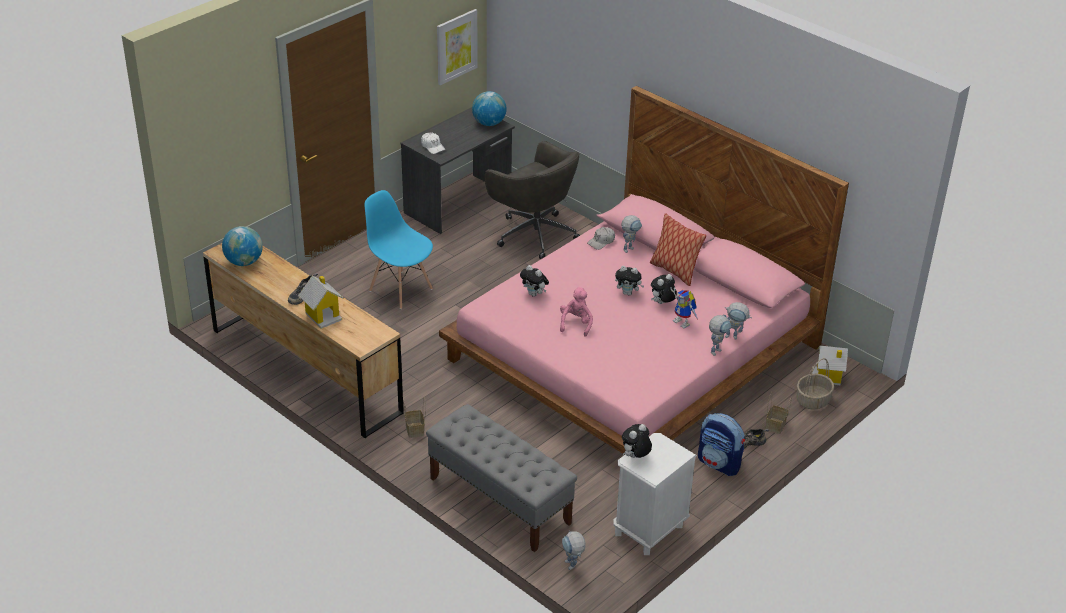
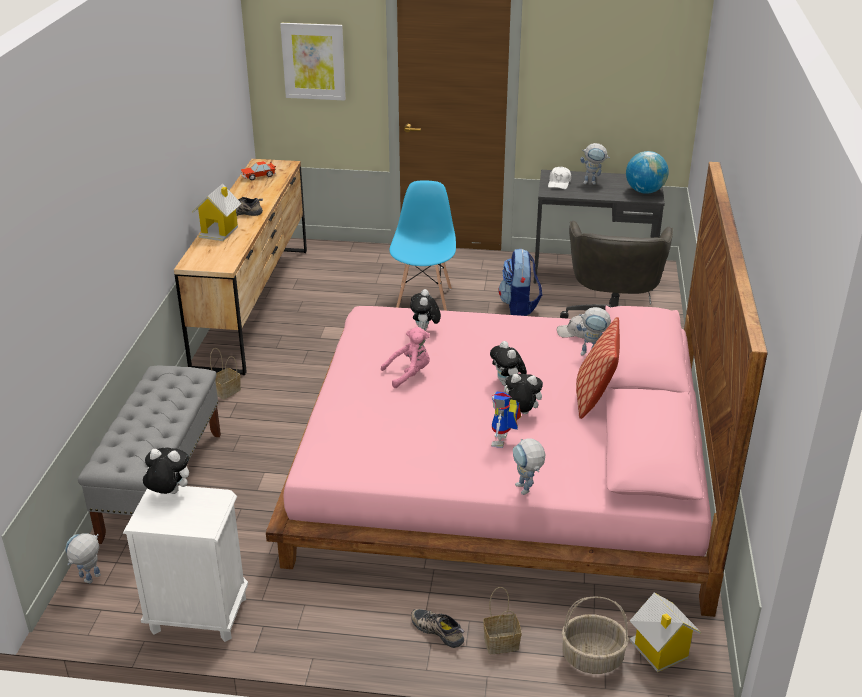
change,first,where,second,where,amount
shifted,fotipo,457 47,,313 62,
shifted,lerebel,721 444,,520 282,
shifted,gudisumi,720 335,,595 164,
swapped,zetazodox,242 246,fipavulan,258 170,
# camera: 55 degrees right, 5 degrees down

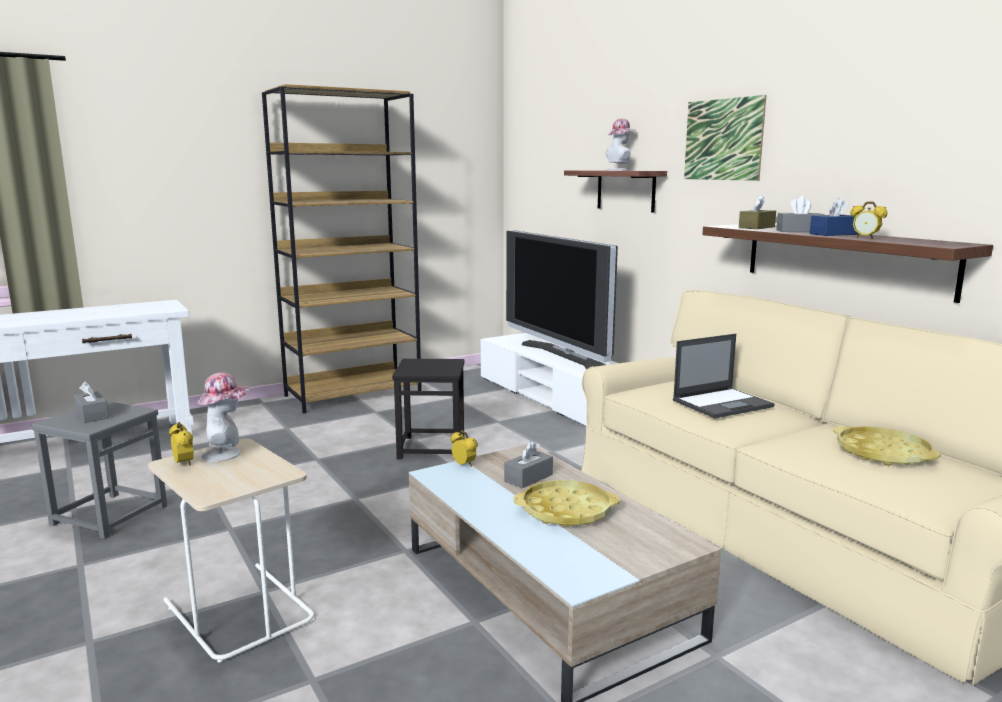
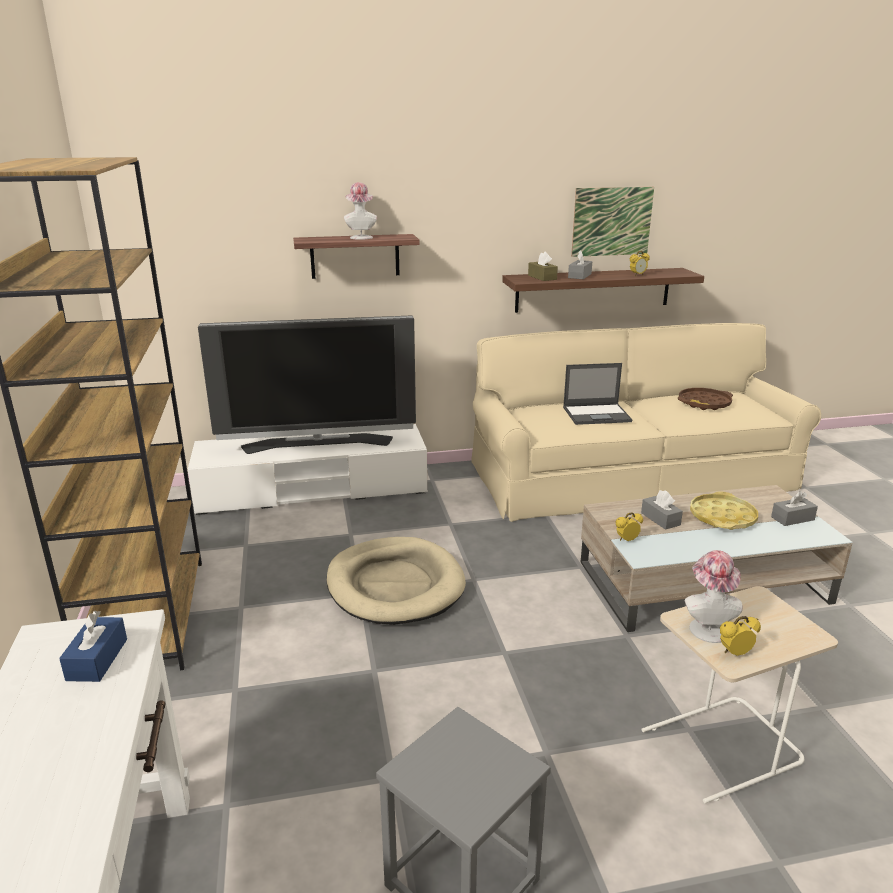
change,first,where,second,where,amount
shifted,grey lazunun,91 402,,794 508,
shifted,fotipo,725 138,,612 222,
shifted,blue lazunun,834 217,,93 646,
swapped,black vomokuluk,428 409,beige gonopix,396 581,
repainted,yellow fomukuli,887 446,brown fomukuli,705 399,
rotated,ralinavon,724 376,,597 394,90 degrees clockwise
# camera: 70 degrees left, 10 degrees up

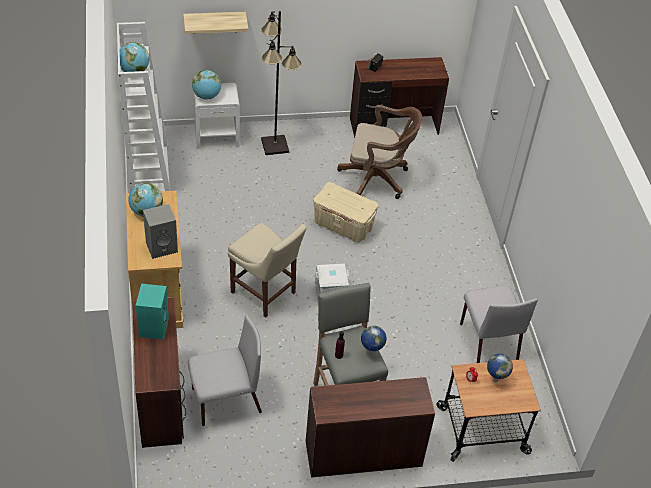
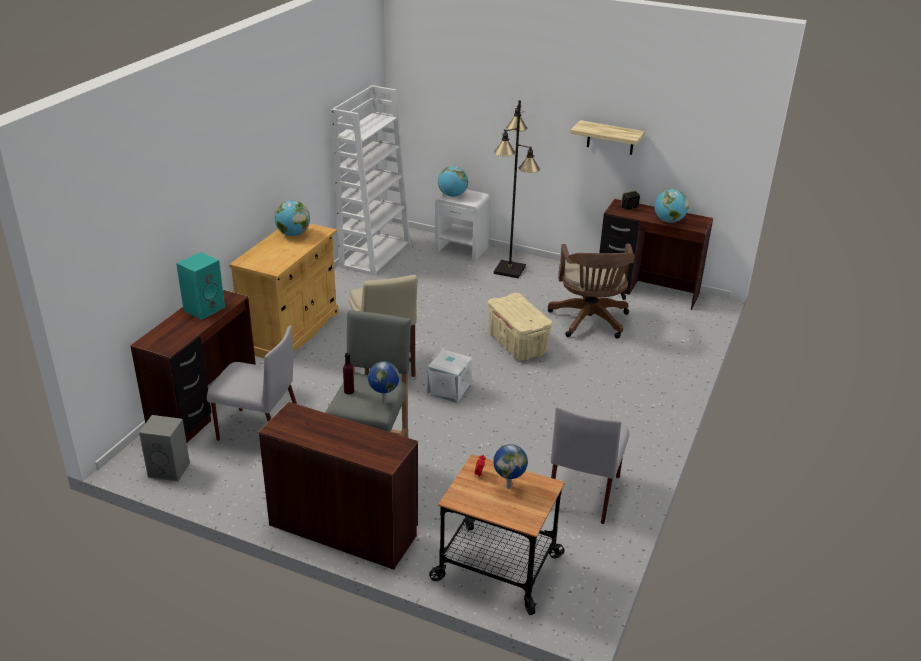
change,first,where,second,where,amount
shifted,zetazodox,133 57,,671 206,
shifted,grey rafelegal,160 231,,164 448,
shifted,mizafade,215 23,,607 137,
rotated,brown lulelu,379 152,,591 291,45 degrees clockwise
# camera: 35 degrees right, 15 degrees down

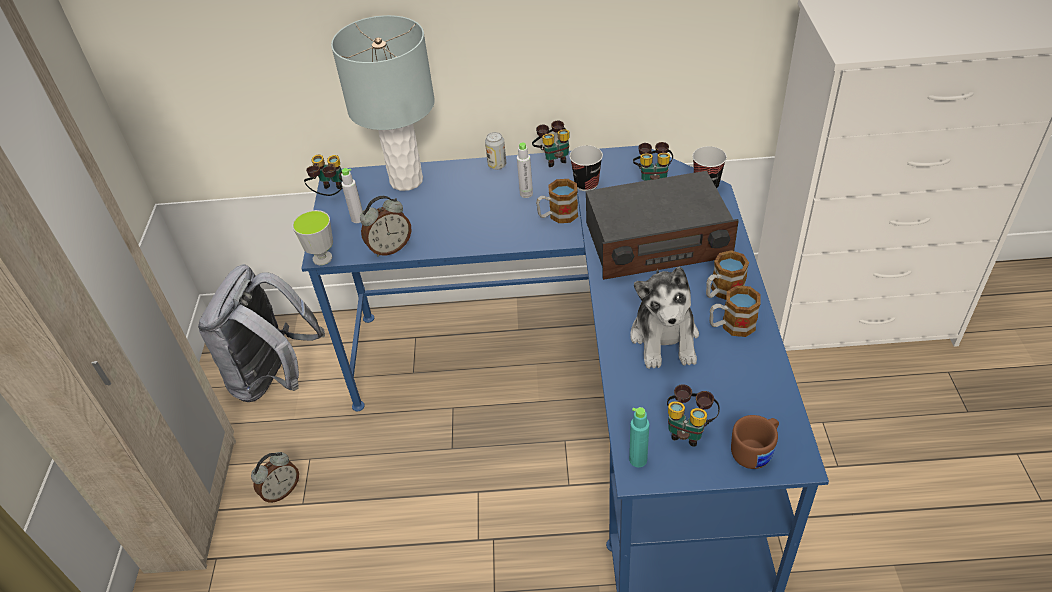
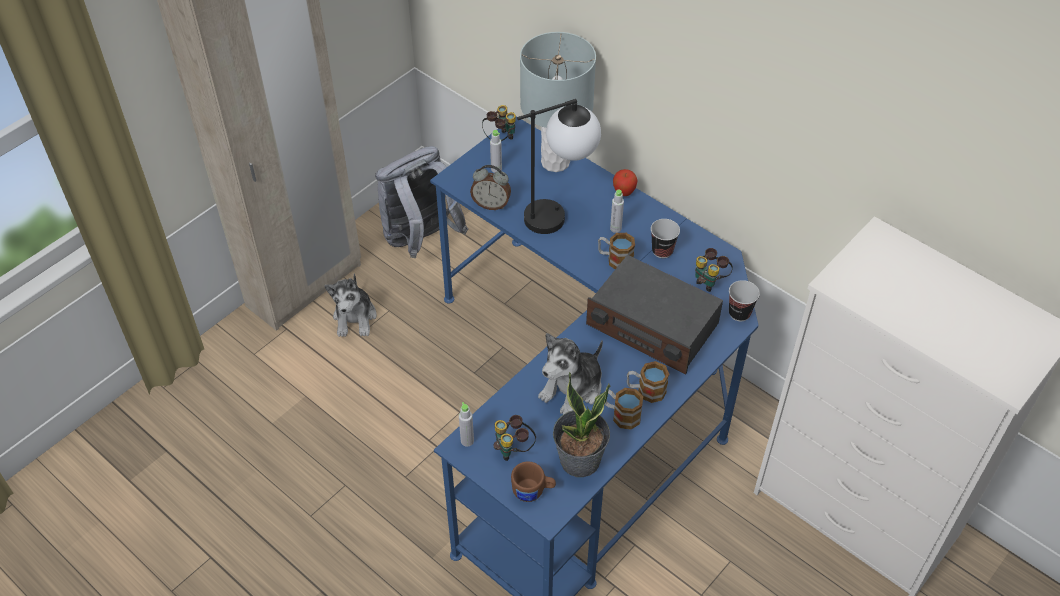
change,first,where,second,where,amount
gone,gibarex,312 237,,,
gone,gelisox,550 143,,,
new,,,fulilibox,559 166,
new,,,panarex,582 424,
swapped,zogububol,275 477,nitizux,350 305,
swapped,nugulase,495 151,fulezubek,625 182,
repainted,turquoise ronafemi,639 437,grey ronafemi,466 424,
# camera: 40 degrees right, 5 degrees up

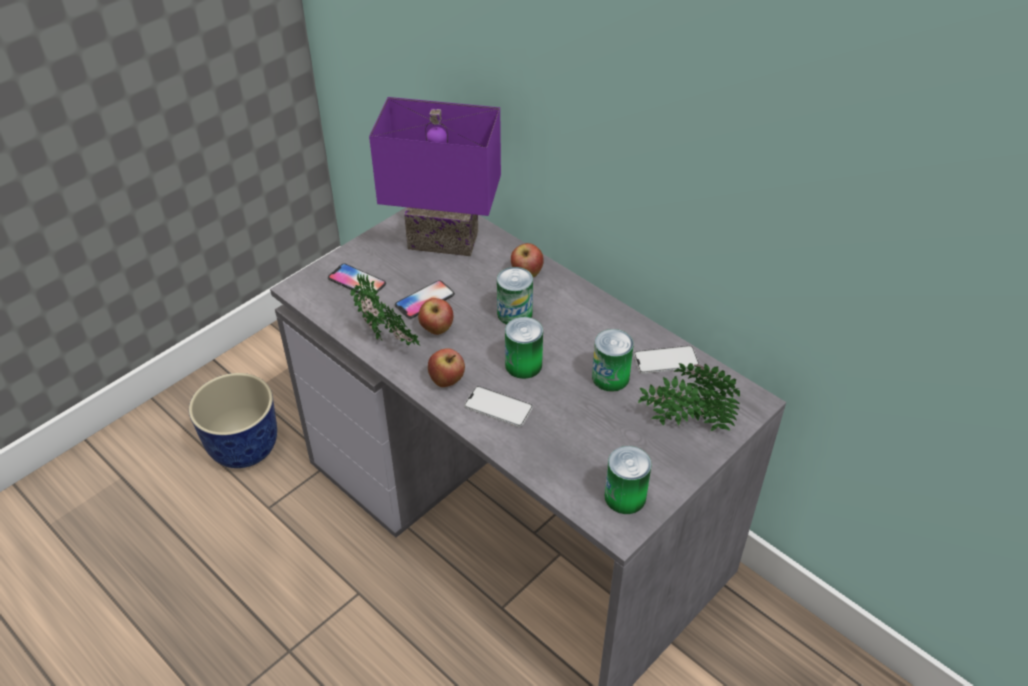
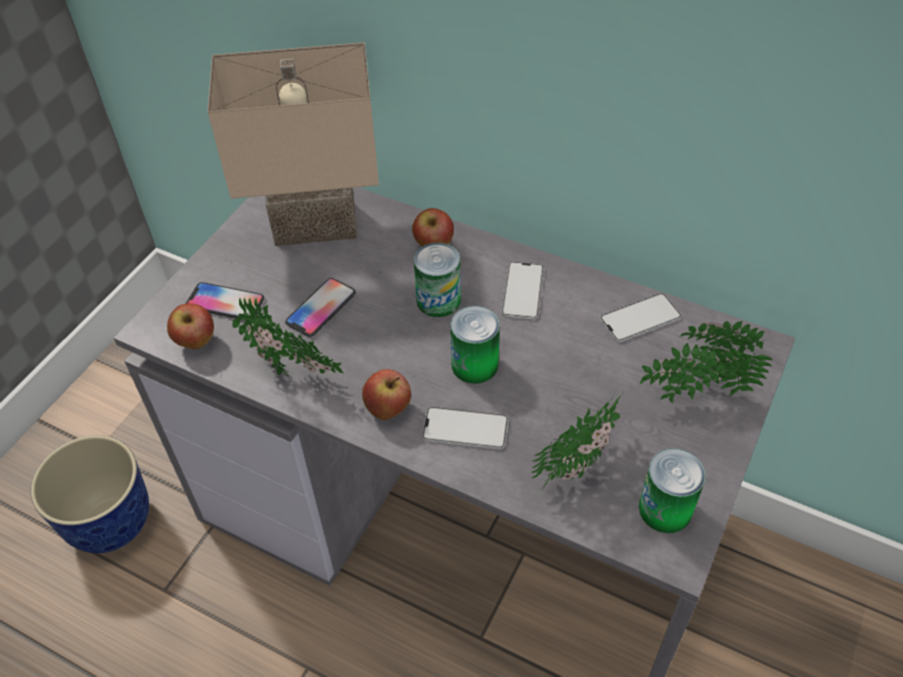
change,first,where,second,where,amount
gone,nugulase,612 360,,,
new,,,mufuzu,523 291,
new,,,panarex,576 442,
shifted,fulezubek,435 316,,190 326,
repainted,purple fulilibox,435 176,beige fulilibox,293 144,
# camera: 15 degrees left, 5 degrees up

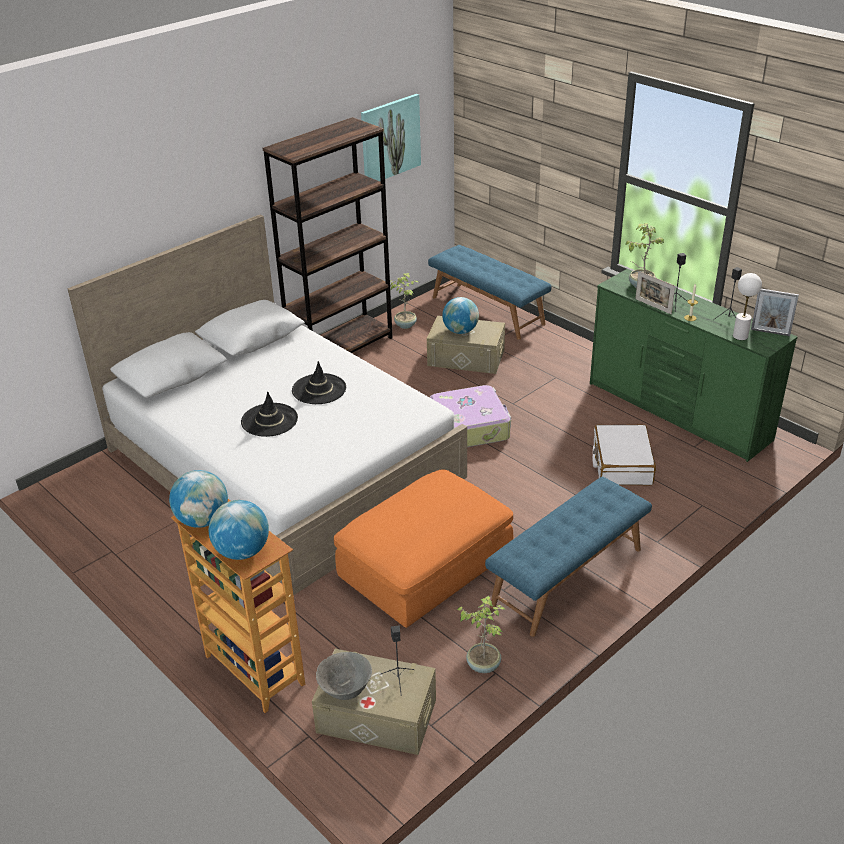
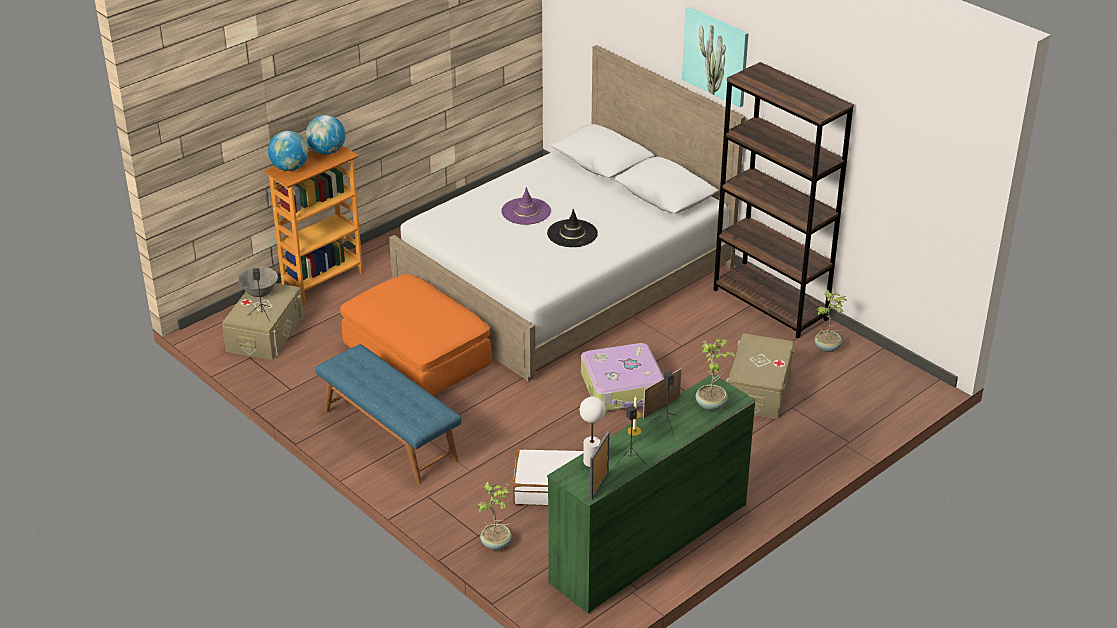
change,first,where,second,where,amount
gone,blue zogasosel,490 292,,,
gone,zetazodox,460 315,,,
shifted,fotipo,391 137,,715 57,
shifted,panarex,481 634,,494 516,
repainted,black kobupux,269 414,purple kobupux,526 206,
# camera: 90 degrees right, 0 degrees up

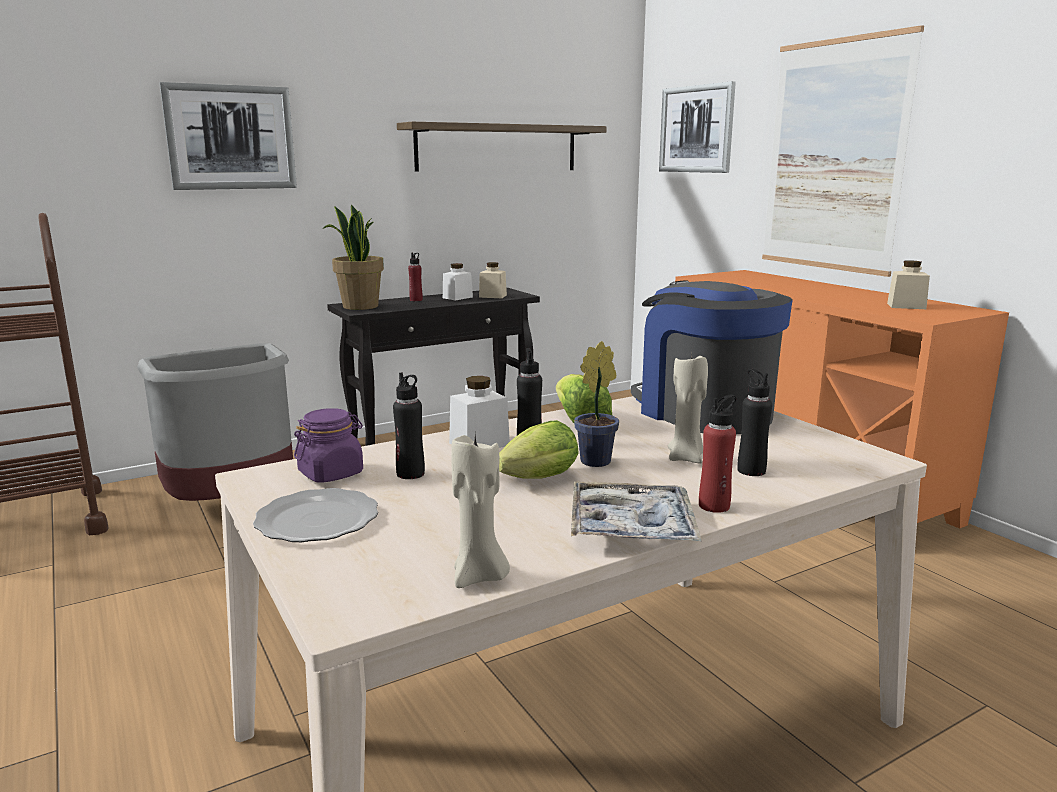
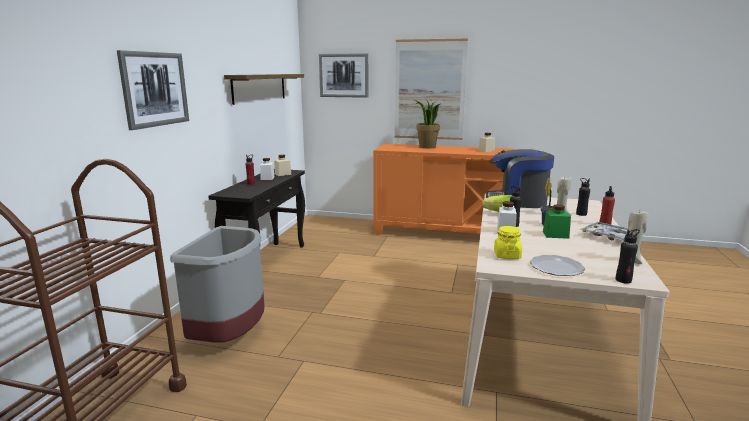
change,first,where,second,where,amount
shifted,panarex,353 257,,427 123,
shifted,black ronafemi,409 425,,628 256,
swapped,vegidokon,539 449,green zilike,557 221,
repainted,purple zilike,328 445,yellow zilike,508 242,
# camera: 45 degrees left, 0 degrees up

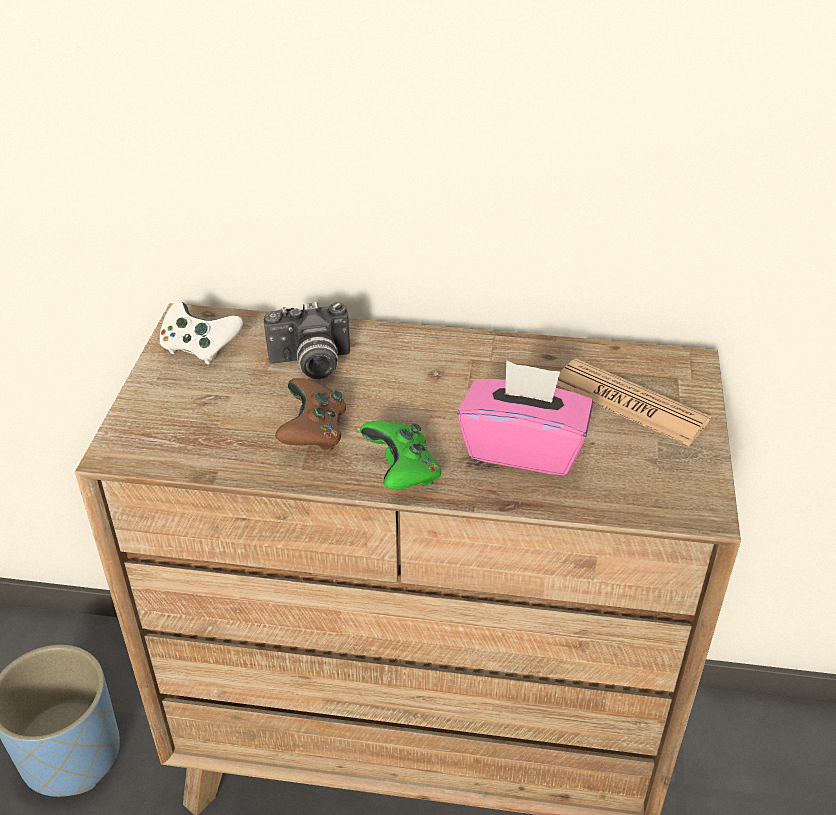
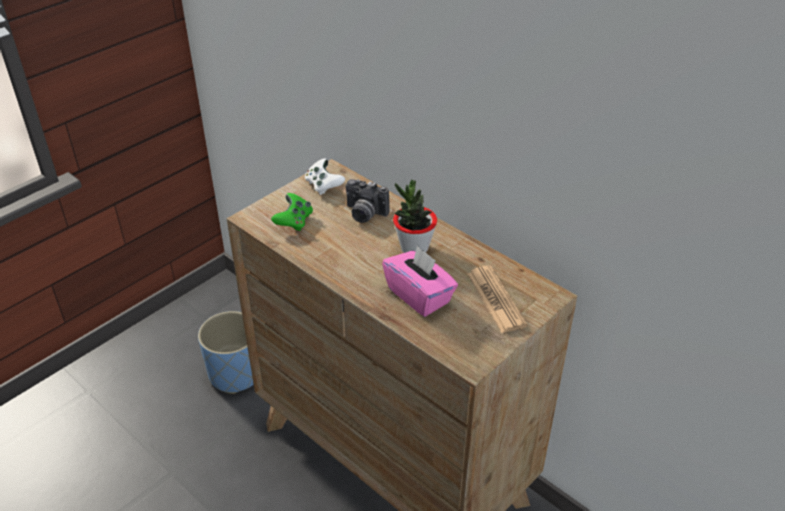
change,first,where,second,where,amount
gone,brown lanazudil,310 414,,,
new,,,panarex,415 216,
shifted,green lanazudil,400 455,,292 212,
# camera: 35 degrees right, 0 degrees up

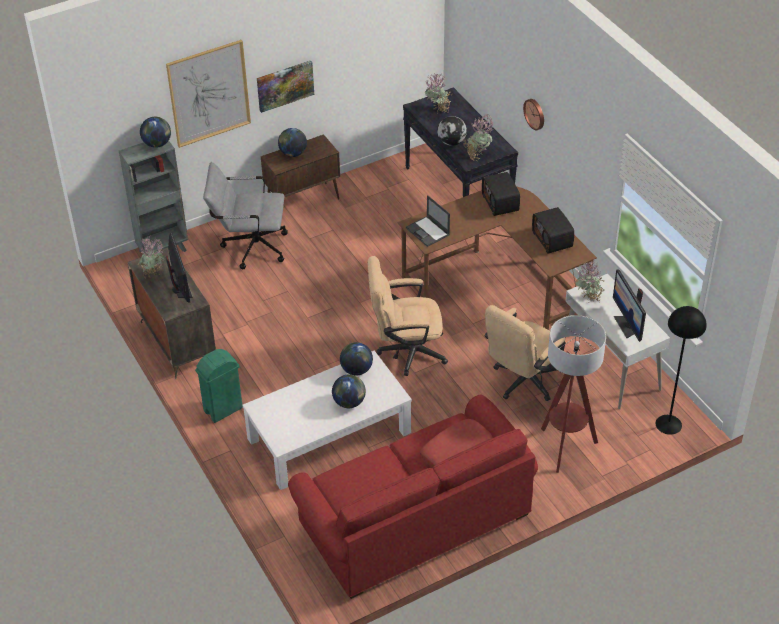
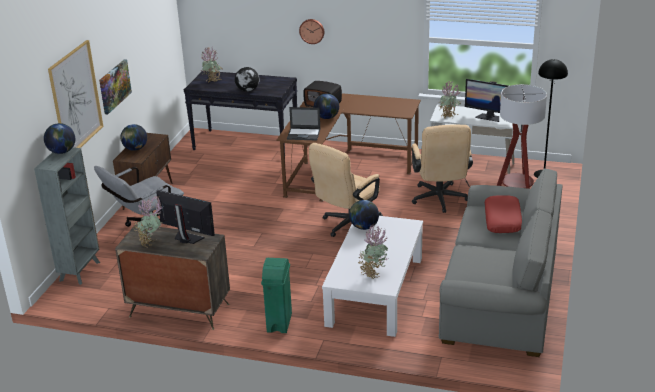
change,first,where,second,where,amount
gone,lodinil,553 230,,,
shifted,zetazodox,349 391,,326 106,
shifted,panarex,478 138,,373 251,
repainted,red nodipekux,413 497,grey nodipekux,501 262,
# camera: 45 degrees left, 15 degrees down

